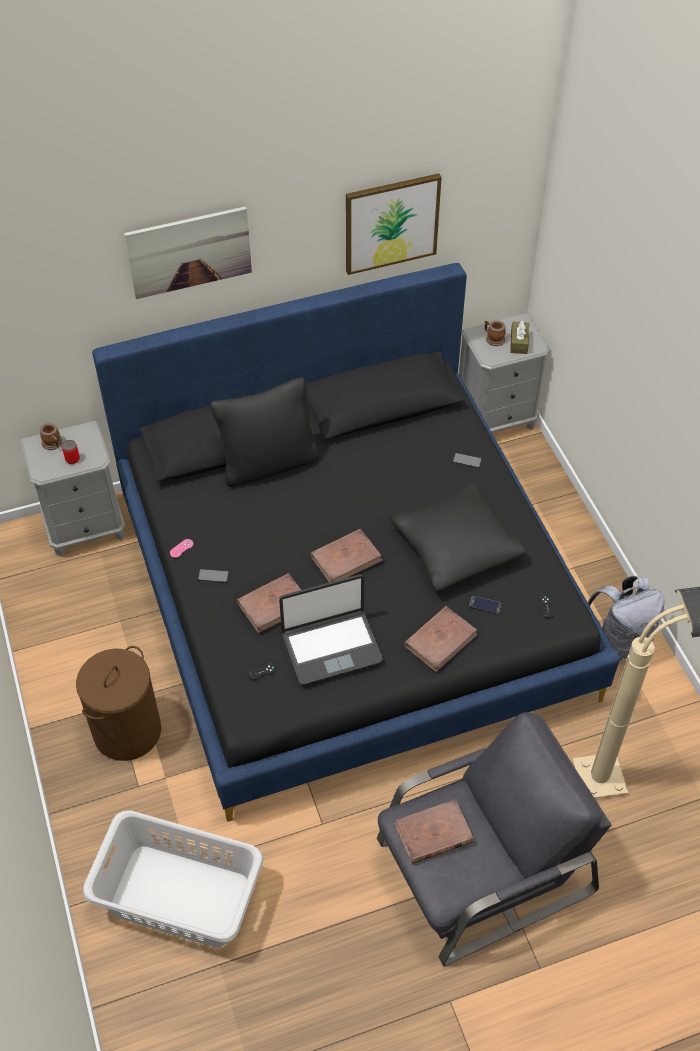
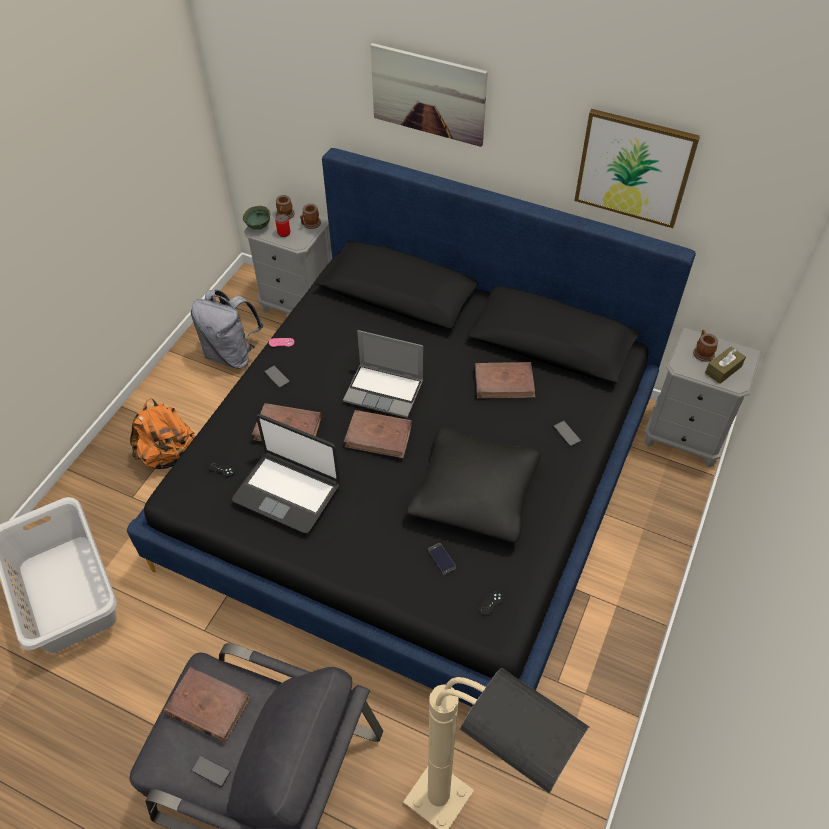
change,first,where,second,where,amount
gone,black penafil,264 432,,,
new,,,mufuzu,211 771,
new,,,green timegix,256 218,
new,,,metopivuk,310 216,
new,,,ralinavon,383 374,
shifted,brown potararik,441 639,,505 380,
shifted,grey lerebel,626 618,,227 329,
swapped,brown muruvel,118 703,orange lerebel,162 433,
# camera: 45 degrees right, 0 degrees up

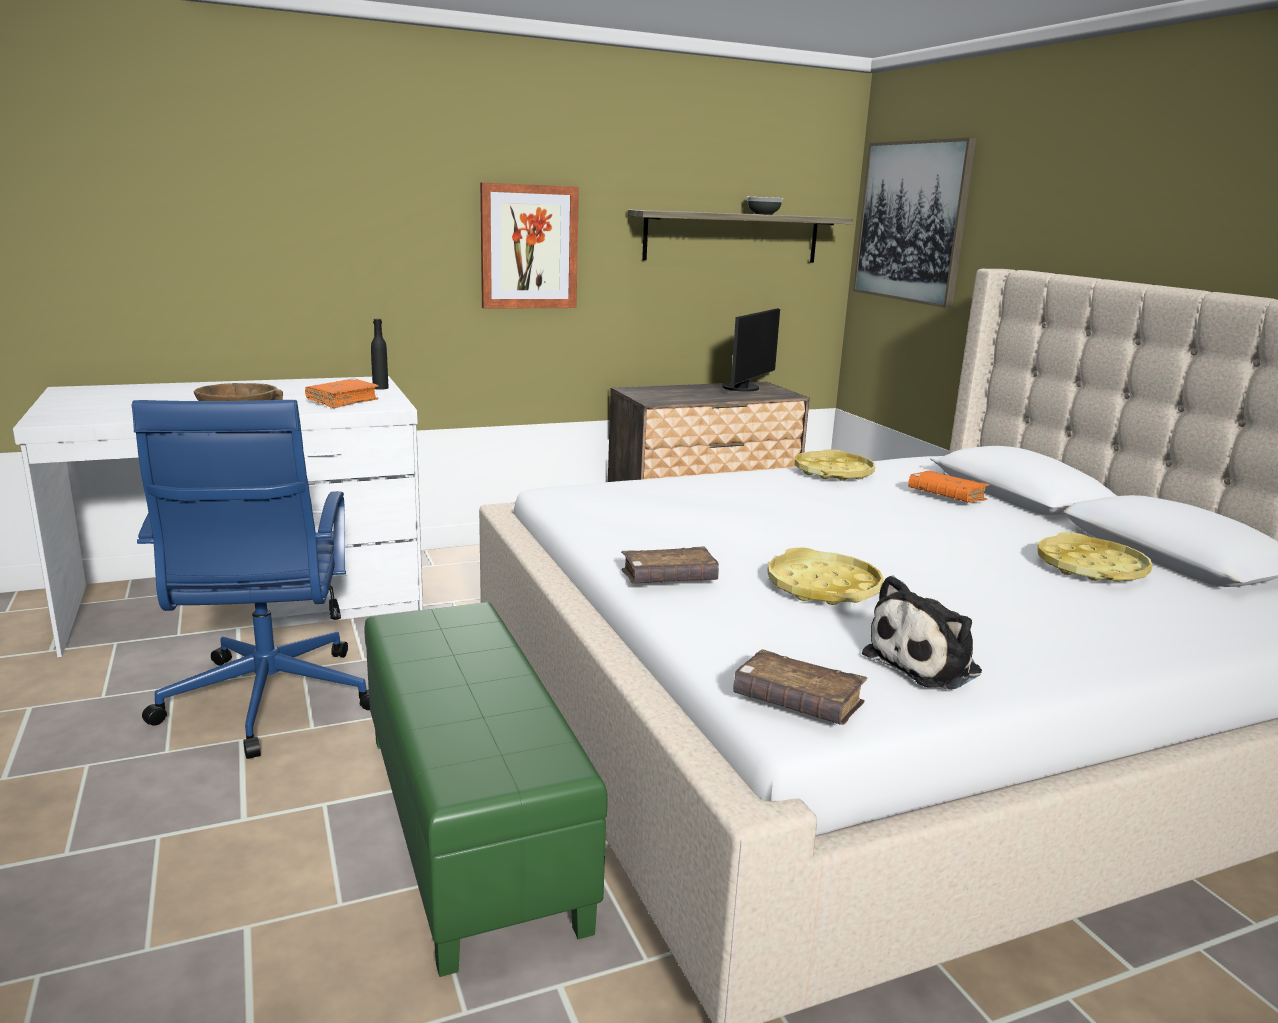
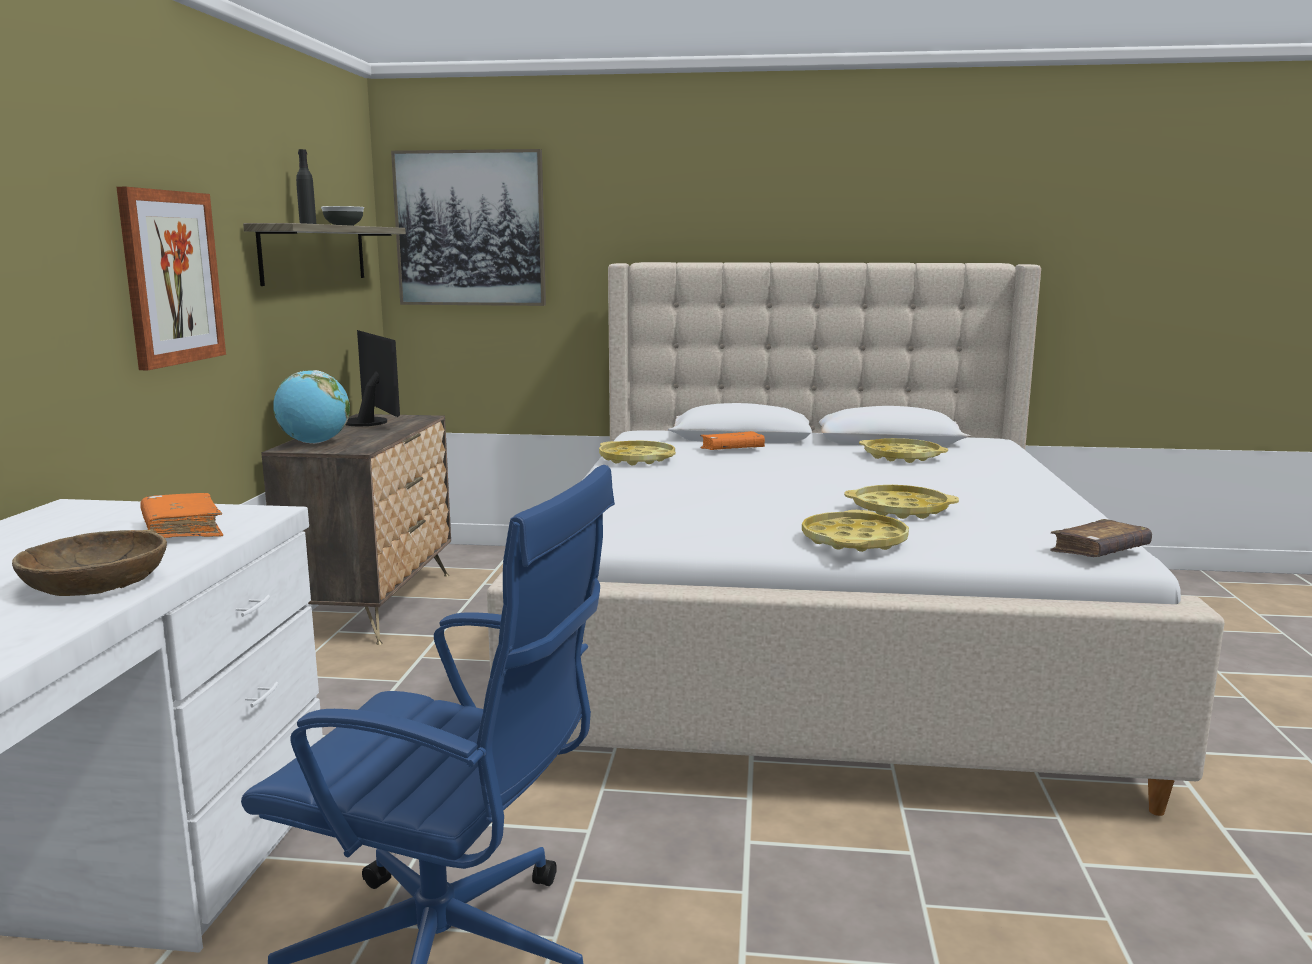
change,first,where,second,where,amount
gone,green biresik,486 789,,,
gone,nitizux,922 633,,,
new,,,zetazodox,311 407,
shifted,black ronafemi,380 354,,306 186,
swapped,brown potararik,670 565,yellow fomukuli,855 531,
# camera: 60 degrees left, 5 degrees down

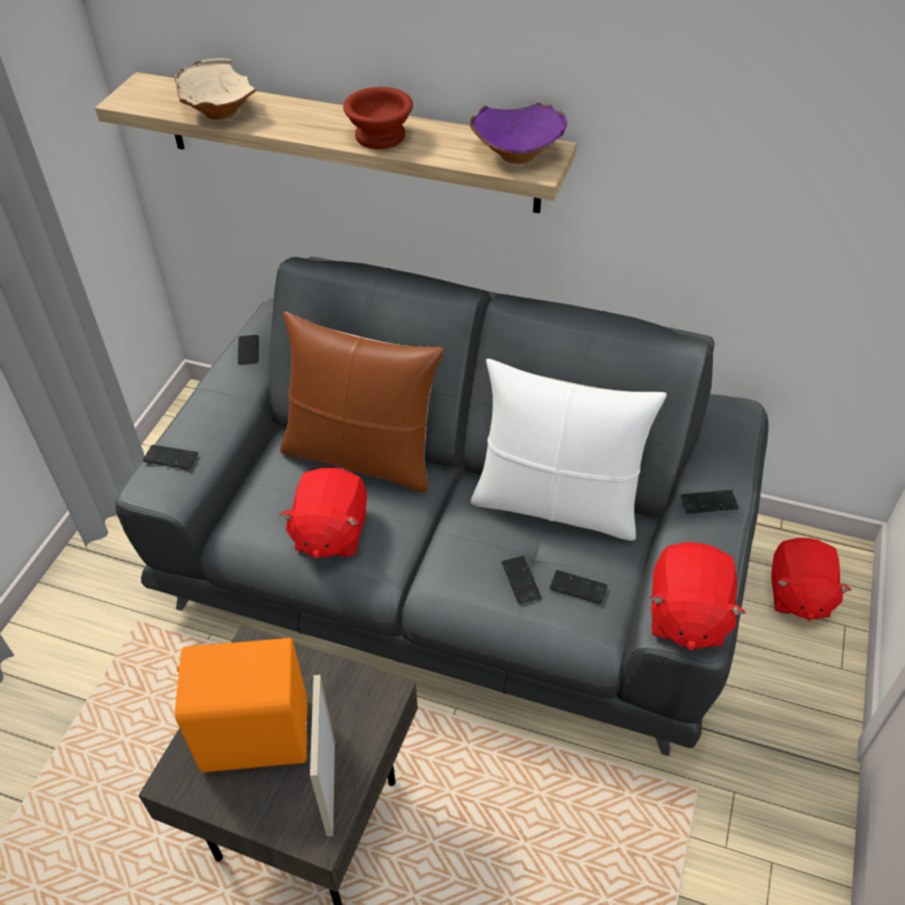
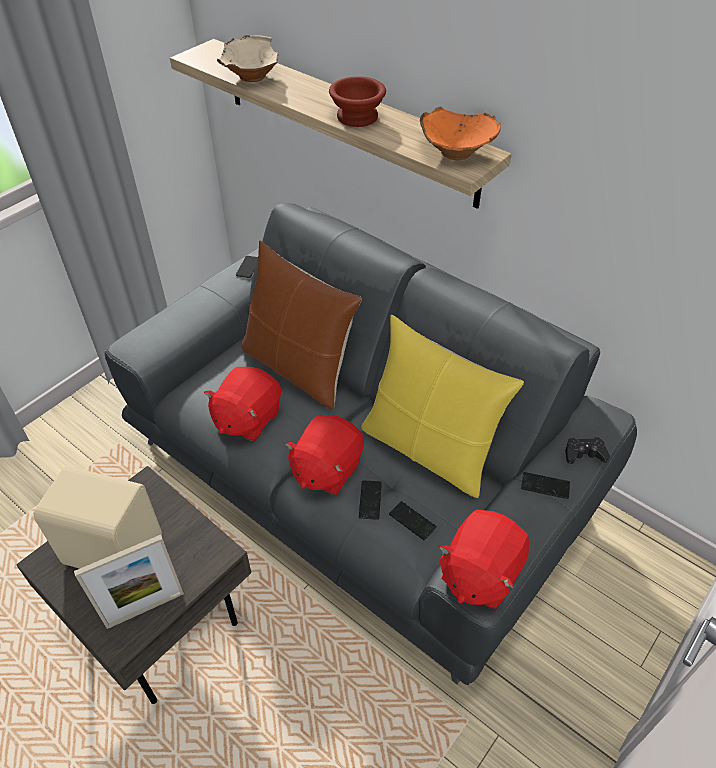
change,first,where,second,where,amount
gone,mufuzu,170 457,,,
new,,,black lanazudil,587 450,
shifted,red nitizux,811 579,,324 455,
repainted,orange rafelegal,241 705,beige rafelegal,98 517,
repainted,purple timegix,518 133,orange timegix,460 133,
repainted,white penafil,568 450,yellow penafil,442 406,
rotated,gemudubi,322 756,,129 582,135 degrees counterclockwise
# camera: 20 degrees right, 0 degrees up

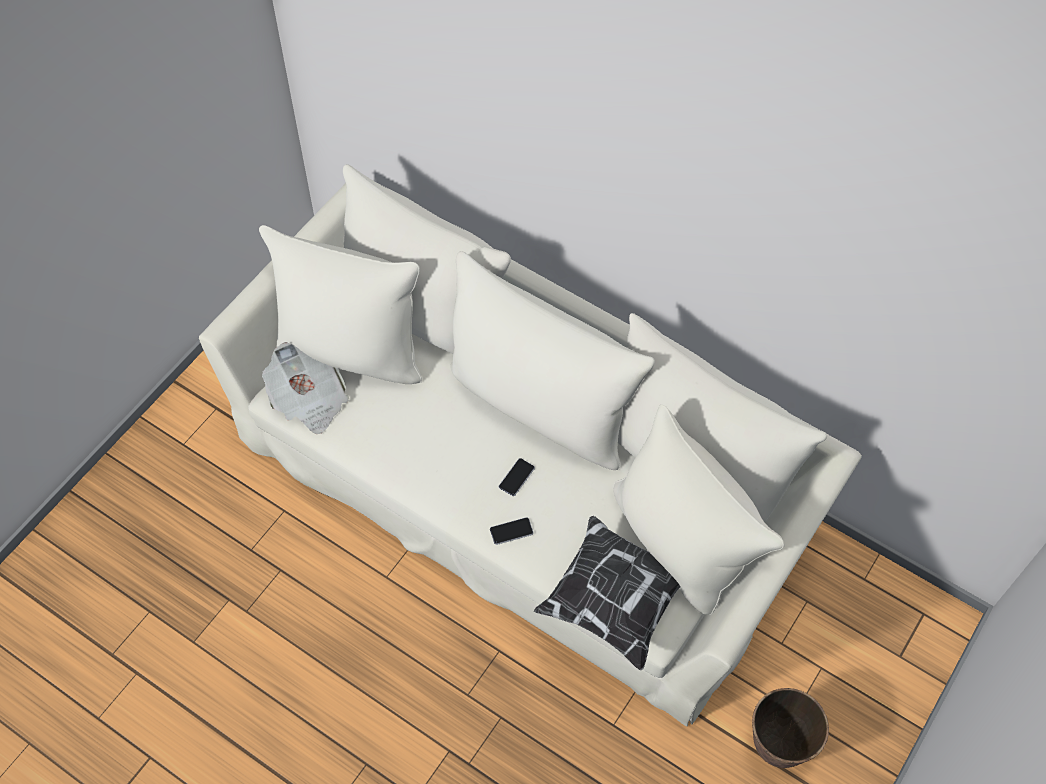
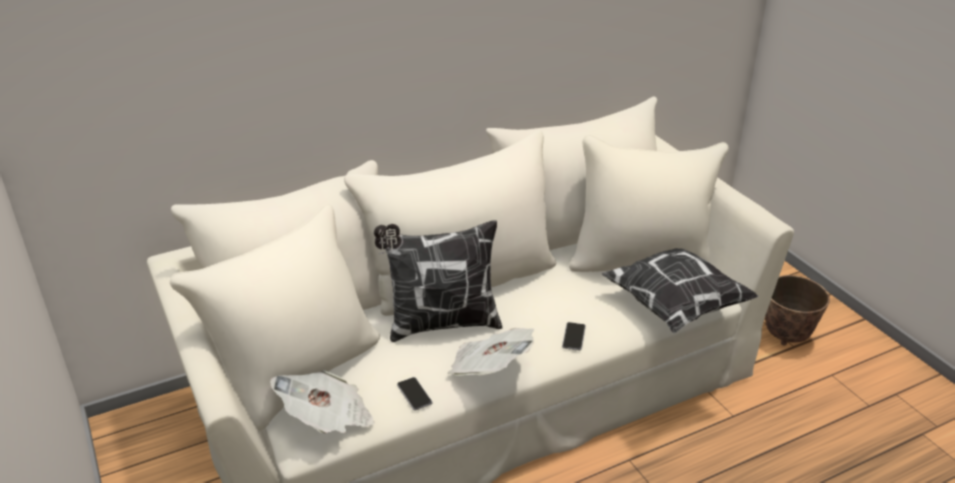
change,first,where,second,where,amount
new,,,penafil,438 281,
new,,,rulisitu,491 352,
shifted,mufuzu,517 477,,415 393,
# camera: 60 degrees left, 25 degrees down

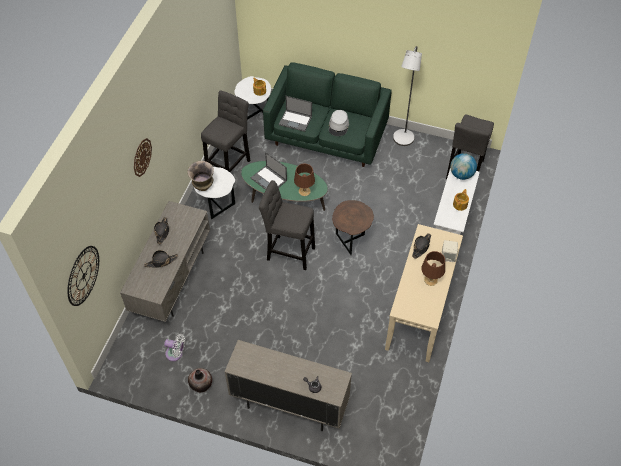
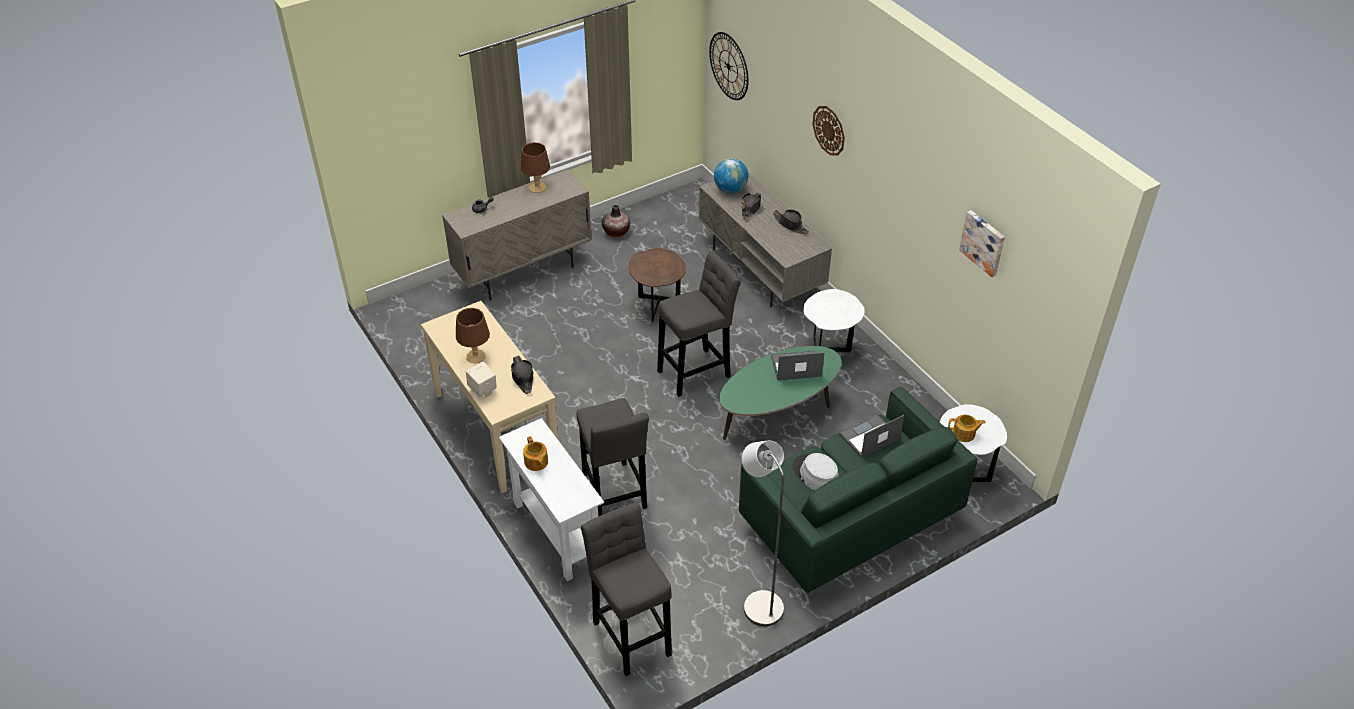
change,first,where,second,where,amount
gone,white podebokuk,174 347,,,
gone,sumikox,200 176,,,
new,,,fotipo,982 243,
shifted,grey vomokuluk,226 131,,613 457,
shifted,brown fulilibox,304 179,,535 167,
shifted,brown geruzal,353 227,,657 285,
shifted,zetazodox,463 166,,731 175,
# camera: 130 degrees right, 10 degrees down

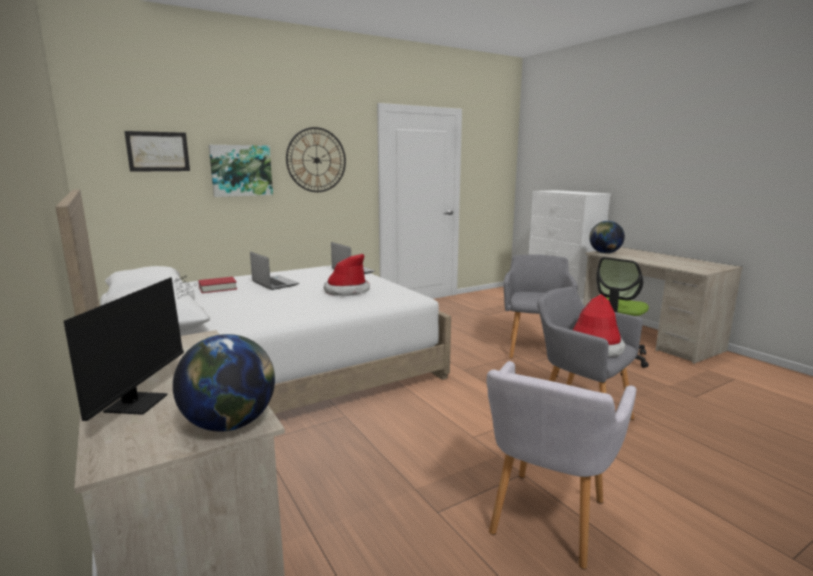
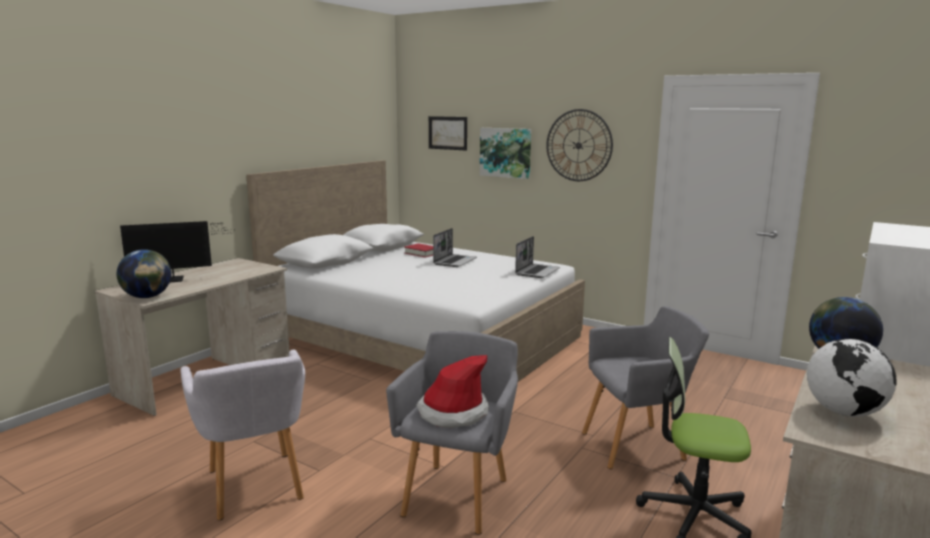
change,first,where,second,where,amount
gone,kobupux,346 275,,,
new,,,zetazodox,852 378,
rotated,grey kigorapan,561 465,,242 434,120 degrees counterclockwise
# camera: 65 degrees right, 0 degrees up

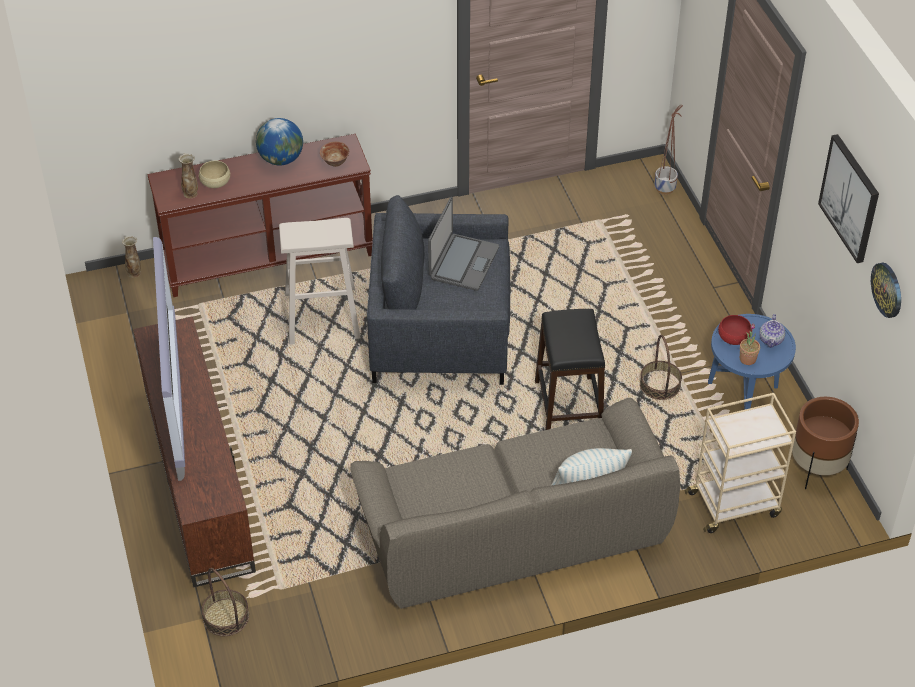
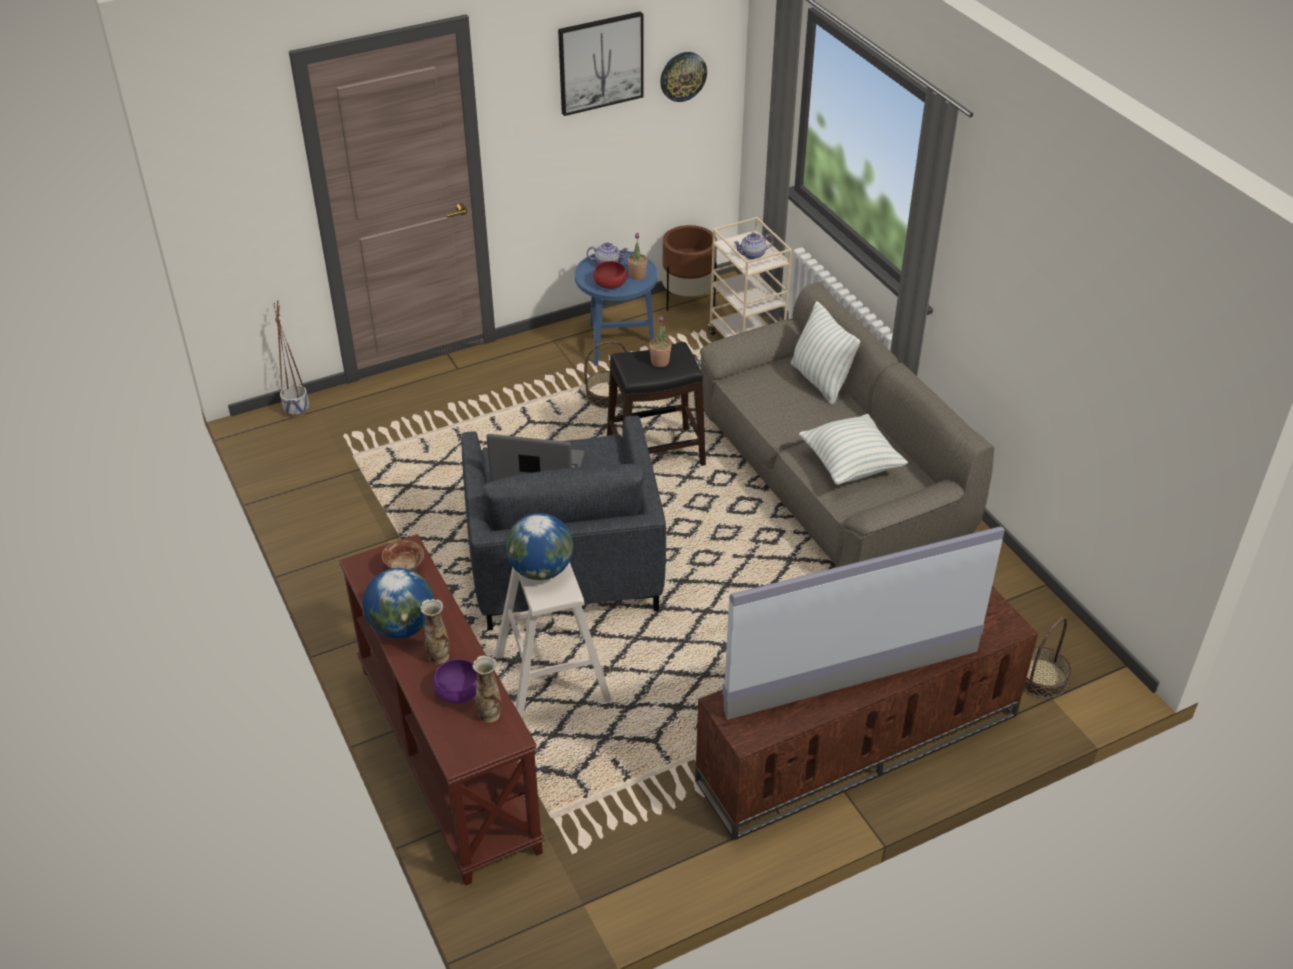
change,first,where,second,where,amount
new,,,zetazodox,539 546,
new,,,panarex,660 341,
new,,,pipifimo,753 246,
new,,,penafil,853 449,
shifted,sumikox,131 257,,435 631,
repainted,beige timegix,214 174,purple timegix,455 681,
# camera: 100 degrees left, 5 degrees down

